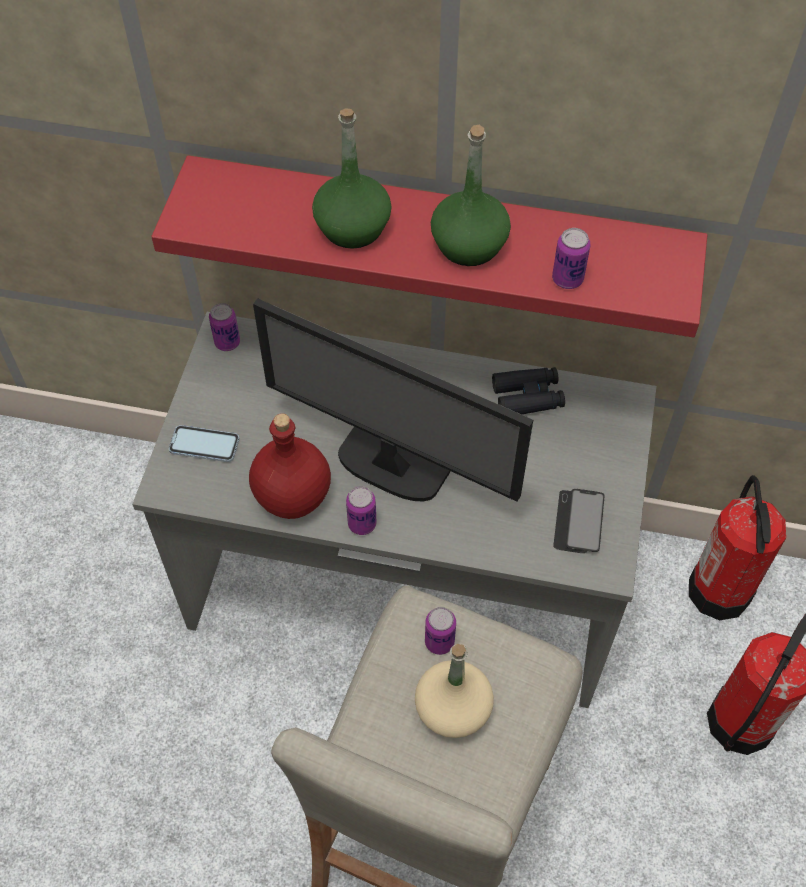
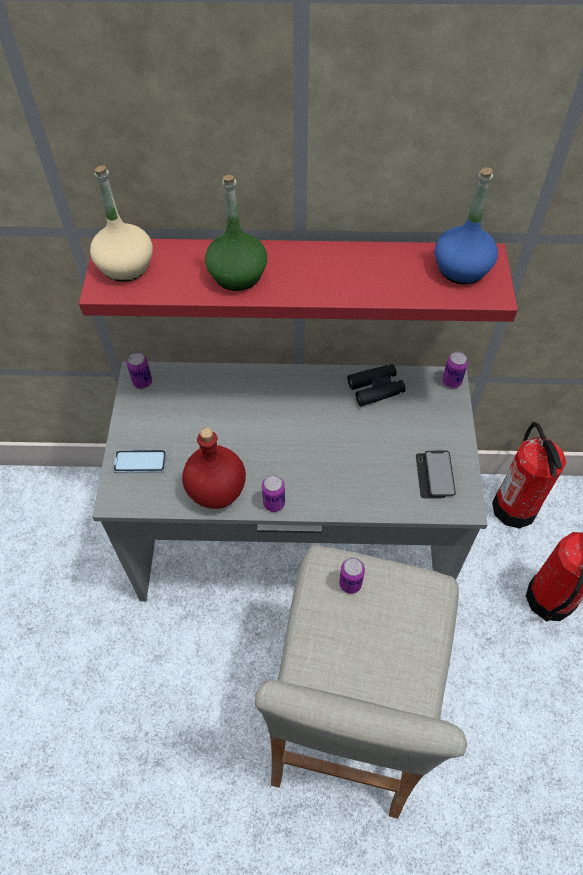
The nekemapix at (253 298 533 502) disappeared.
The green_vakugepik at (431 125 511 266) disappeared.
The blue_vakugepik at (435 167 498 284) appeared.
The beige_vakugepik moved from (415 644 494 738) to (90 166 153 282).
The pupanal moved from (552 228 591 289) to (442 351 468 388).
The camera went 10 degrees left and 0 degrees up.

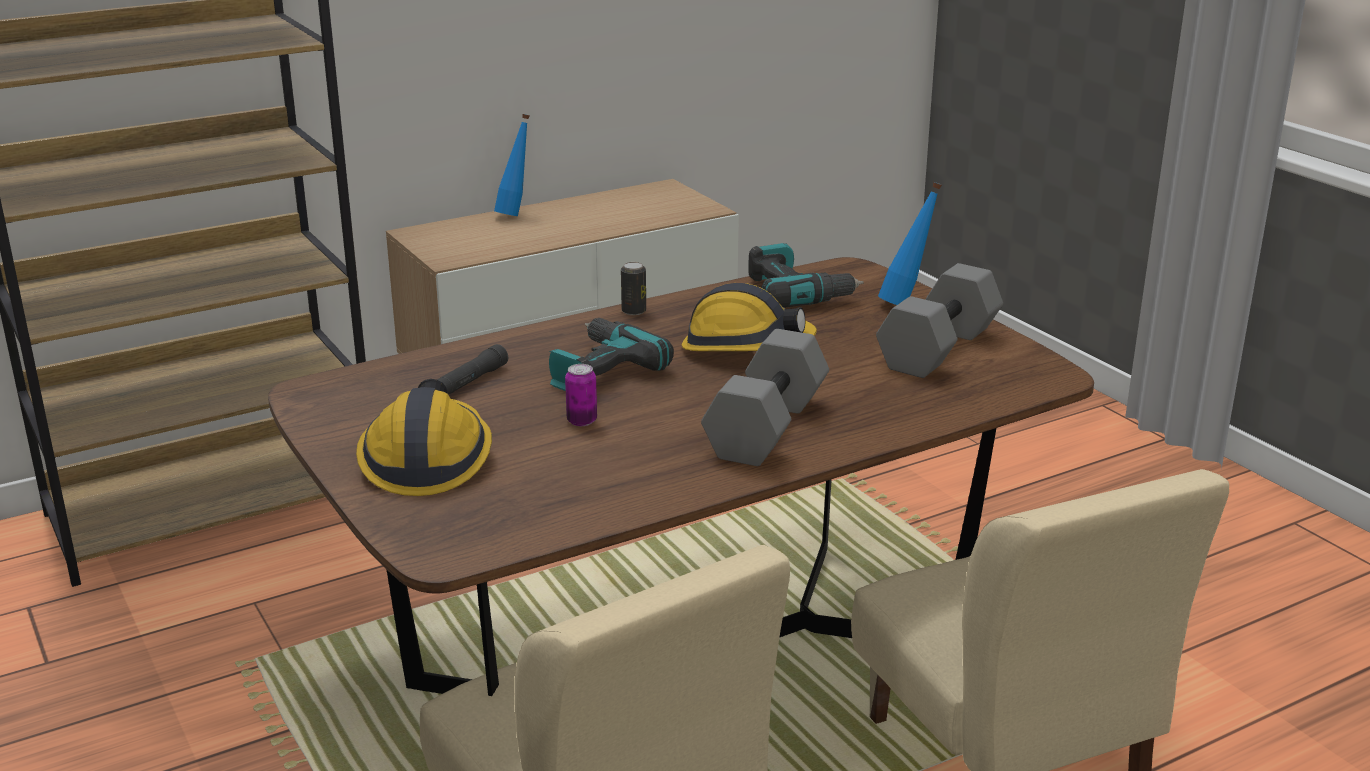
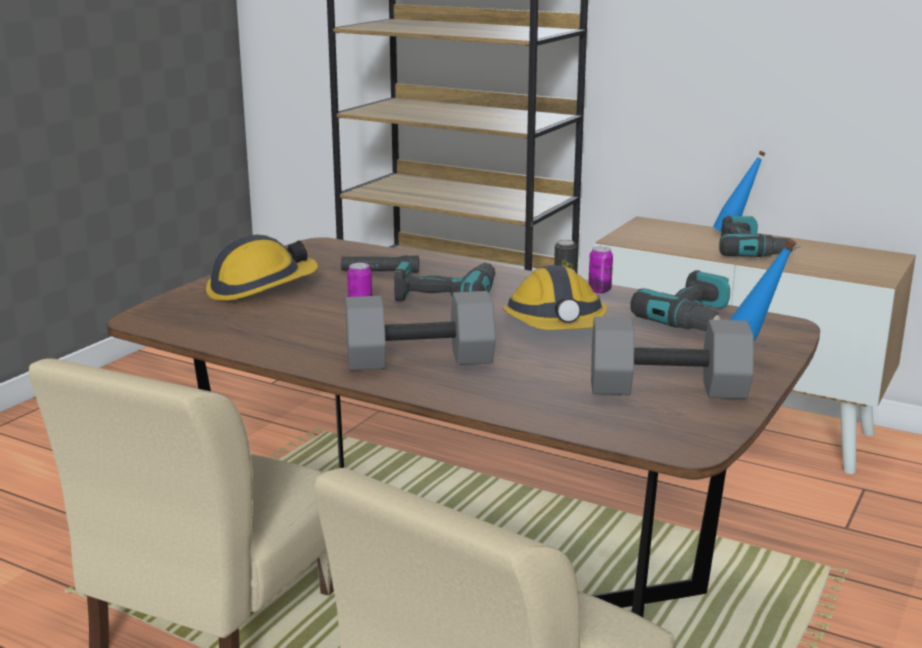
The pupanal at (588 246 613 293) appeared.
The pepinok at (719 215 801 257) appeared.
The camera went 60 degrees right and 5 degrees down.

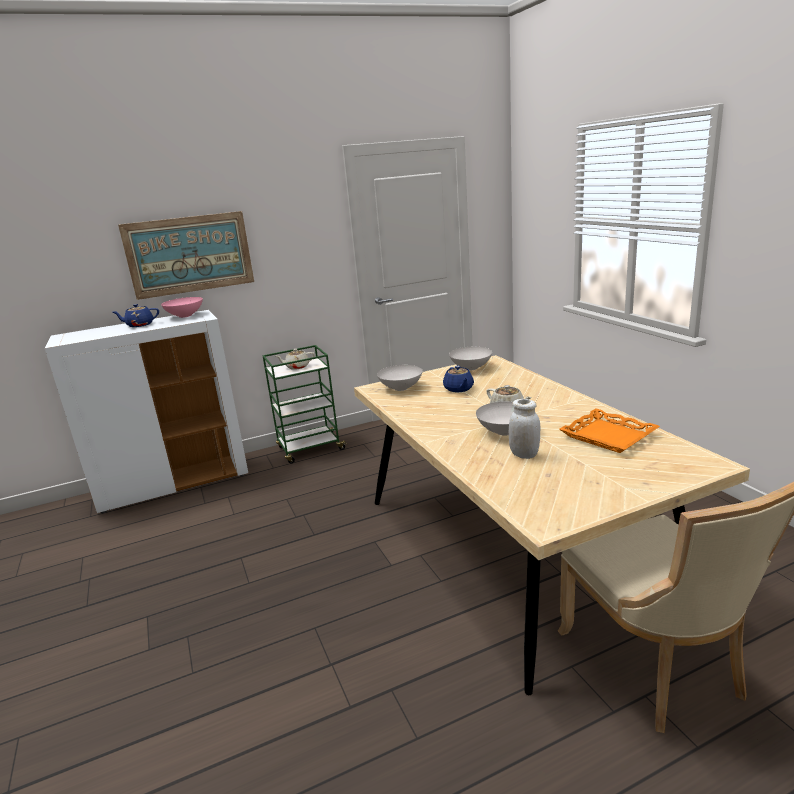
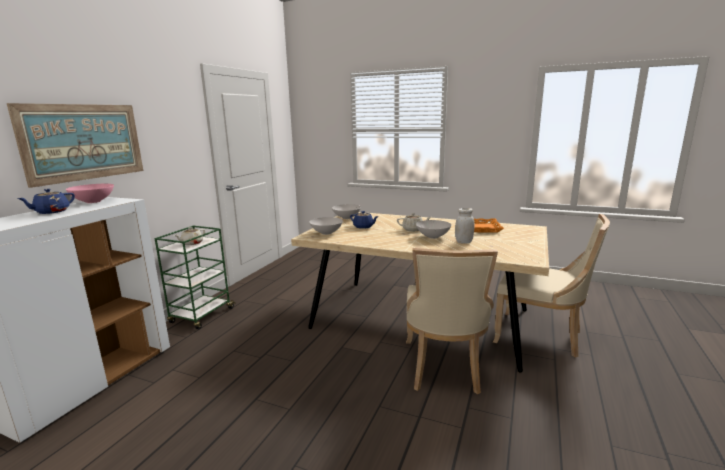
The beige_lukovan at (406 248 498 394) appeared.
The camera went 45 degrees left and 5 degrees down.

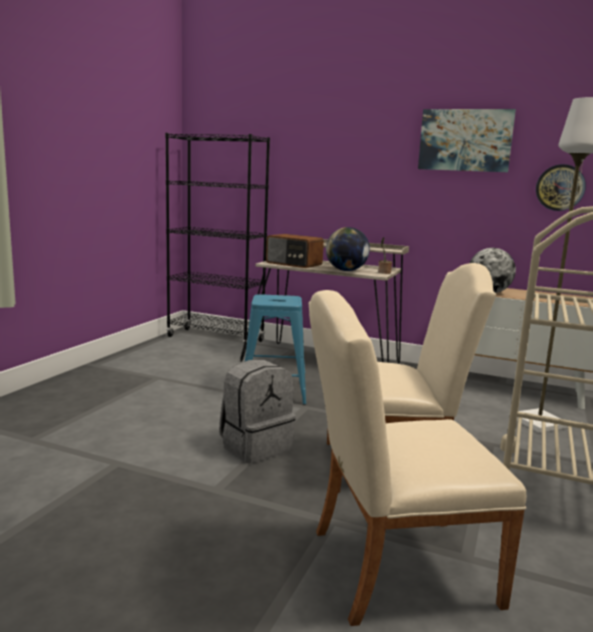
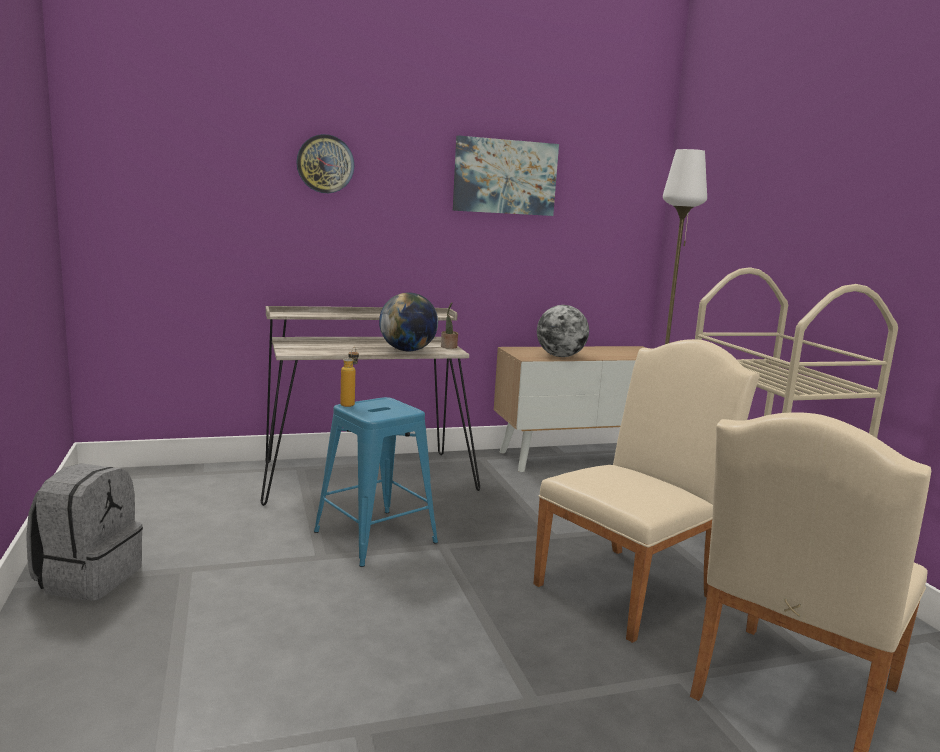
The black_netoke at (165 133 270 346) disappeared.
The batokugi at (266 234 324 268) disappeared.
The vakugepik at (340 347 359 407) appeared.
The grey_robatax moved from (219 360 295 464) to (26 463 143 601).
The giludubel moved from (536 164 586 211) to (296 134 354 193).
The camera went 40 degrees left and 0 degrees up.

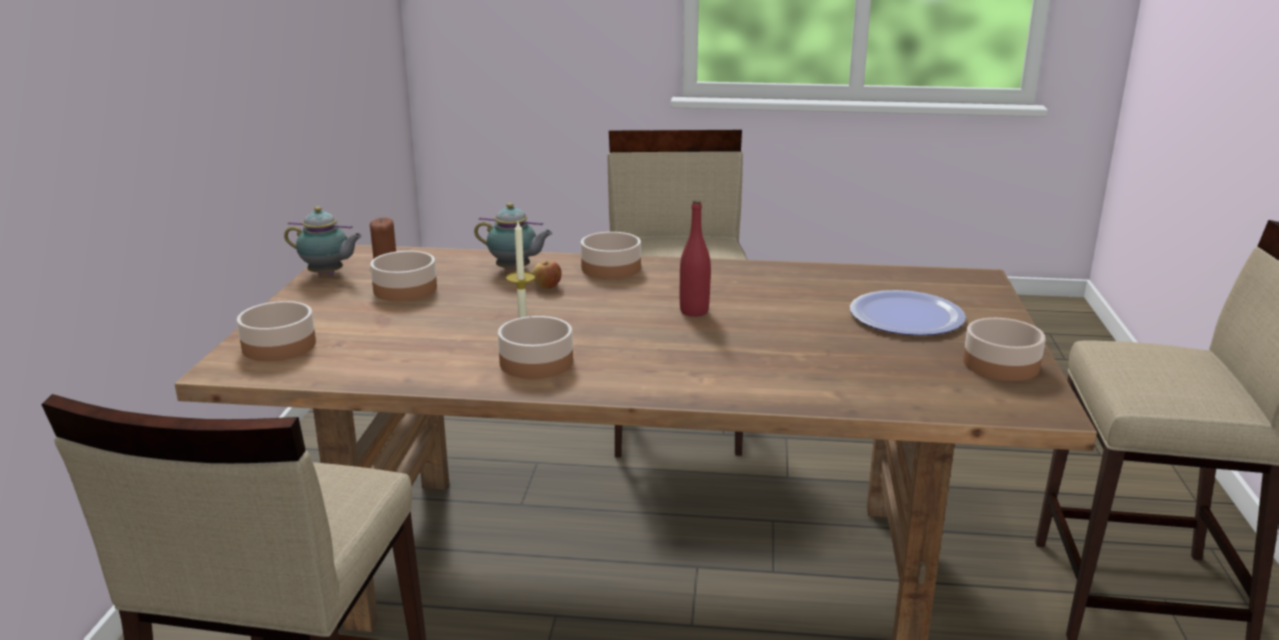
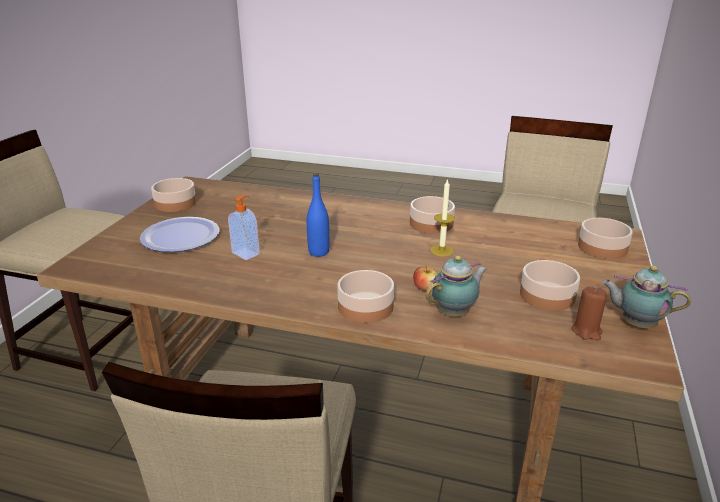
The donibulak at (228 195 260 260) appeared.
The red_vakugepik at (680 200 711 317) became the blue_vakugepik at (307 173 329 257).
The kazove at (474 203 553 270) turned 120 degrees clockwise.
The camera went 170 degrees left and 5 degrees up.

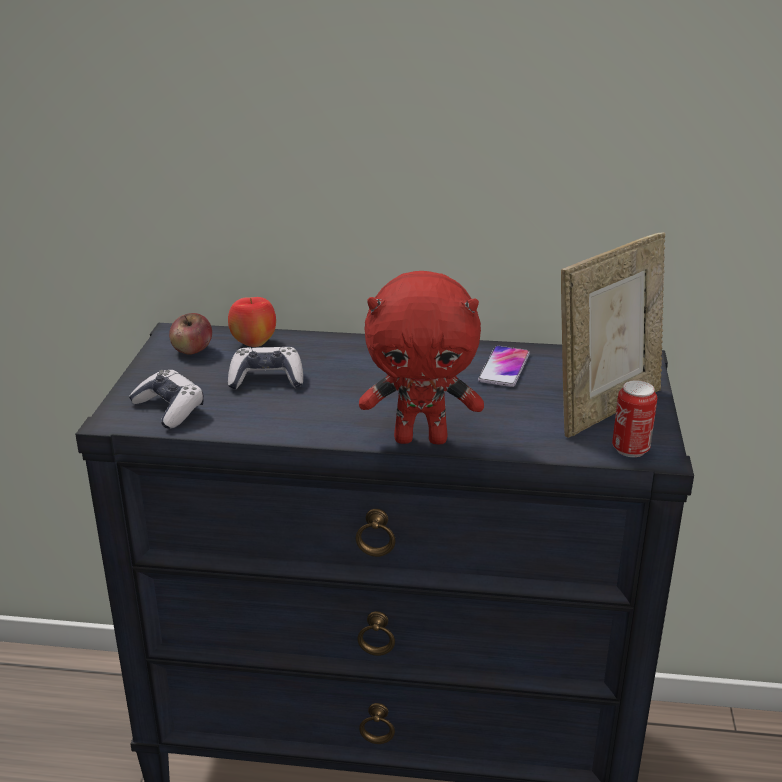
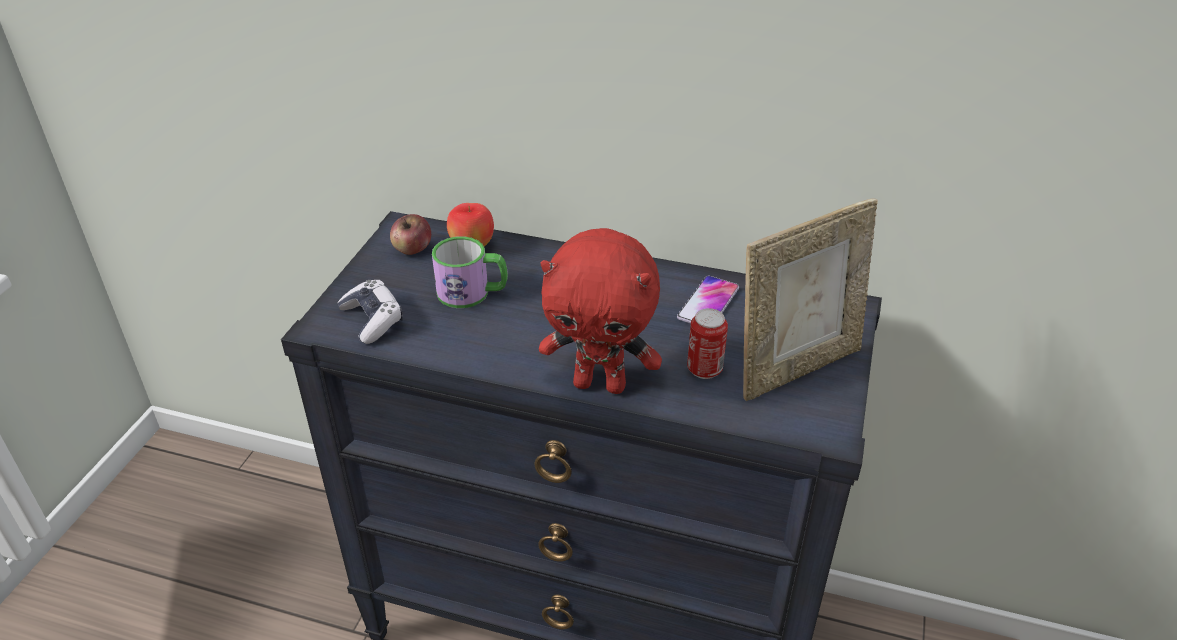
The pupanal moved from (612 380 657 457) to (687 308 728 379).
The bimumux at (228 347 303 390) was replaced by the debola at (432 236 508 308).
The camera went 10 degrees right and 10 degrees up.

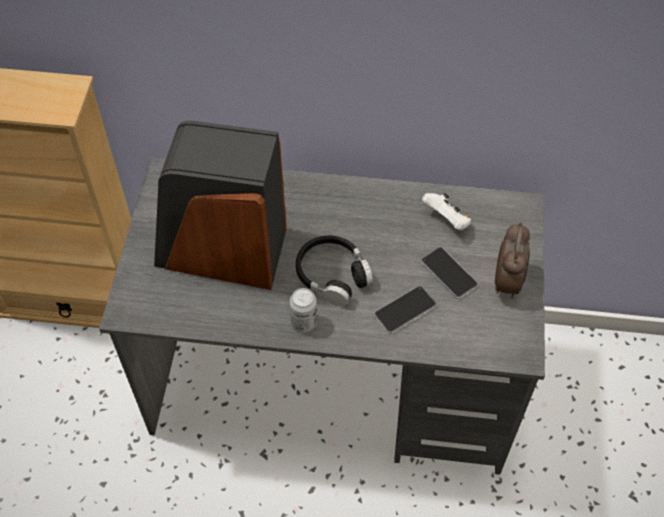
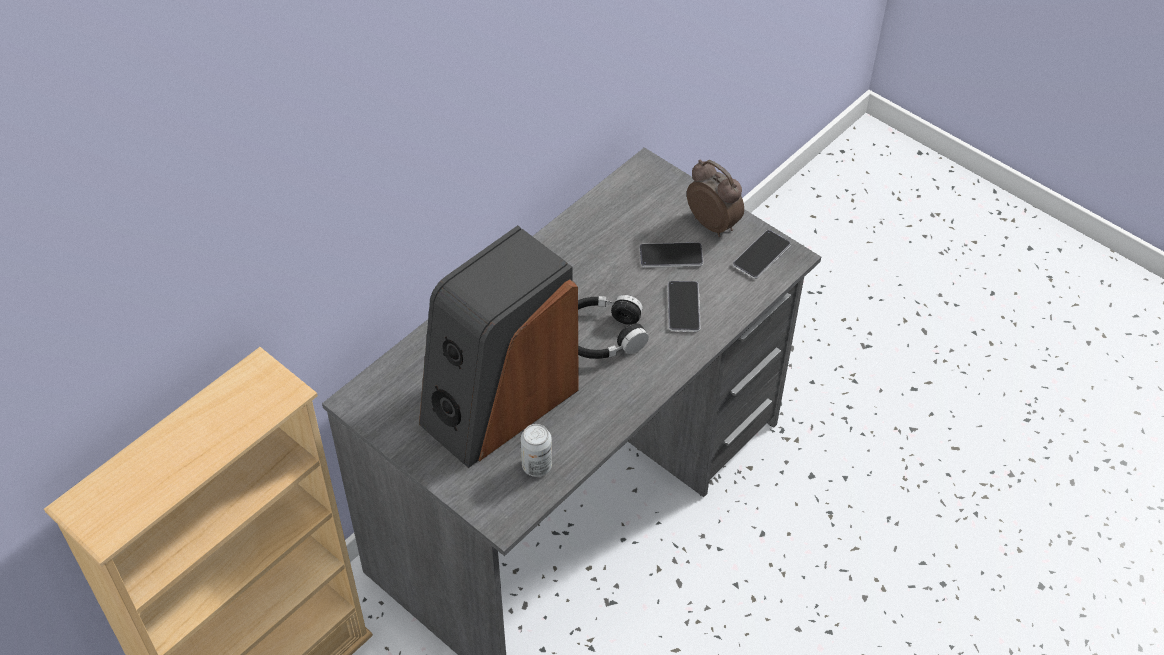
The white_bimumux at (422 193 471 230) disappeared.
The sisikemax at (733 230 791 279) appeared.
The pupanal moved from (290 288 317 332) to (521 424 552 477).
The camera went 55 degrees left and 5 degrees down.

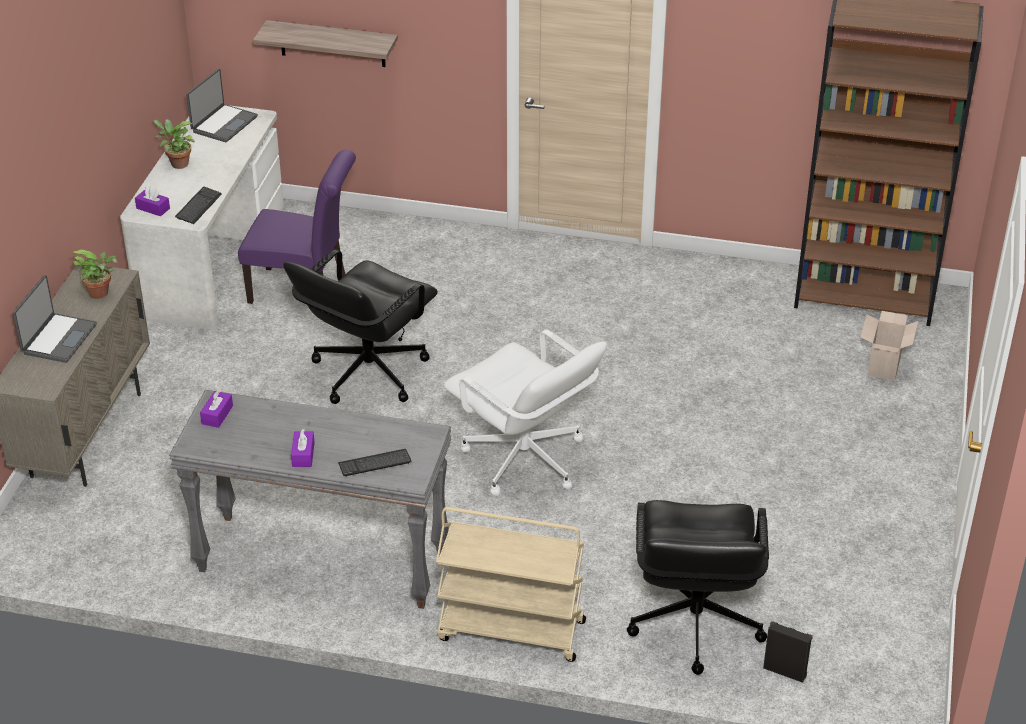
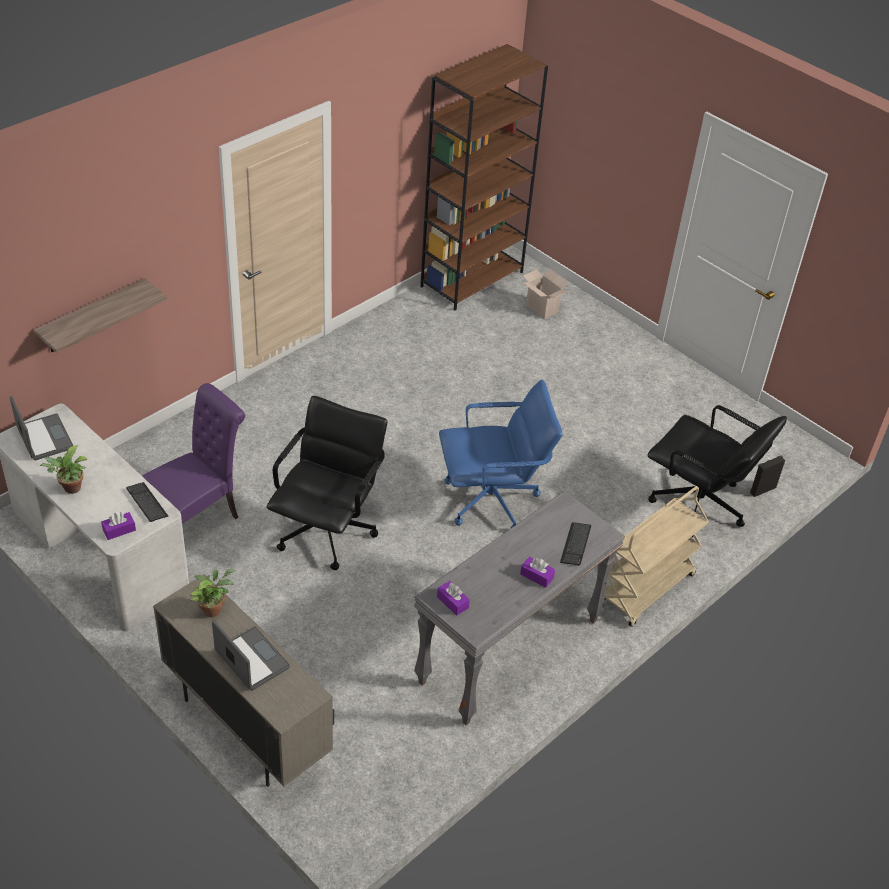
The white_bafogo at (444 329 607 496) became the blue_bafogo at (439 380 562 528).
The black_bafogo at (283 250 438 404) turned 135 degrees counterclockwise.
The camera went 60 degrees left and 5 degrees up.

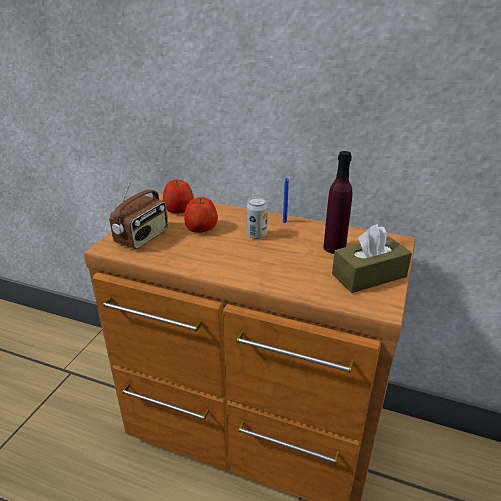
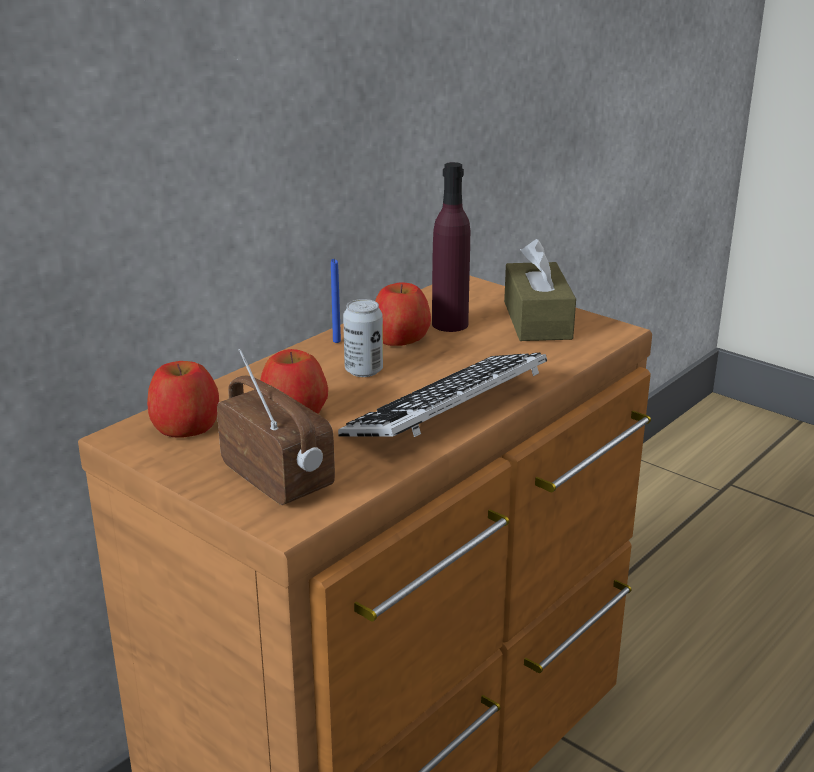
The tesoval at (338 353 547 437) appeared.
The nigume at (375 282 431 346) appeared.
The camera went 70 degrees left and 5 degrees down.

